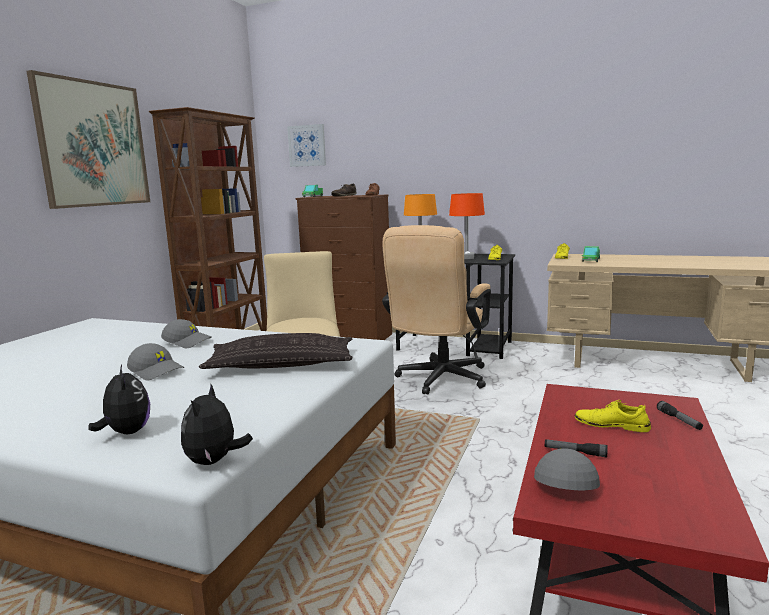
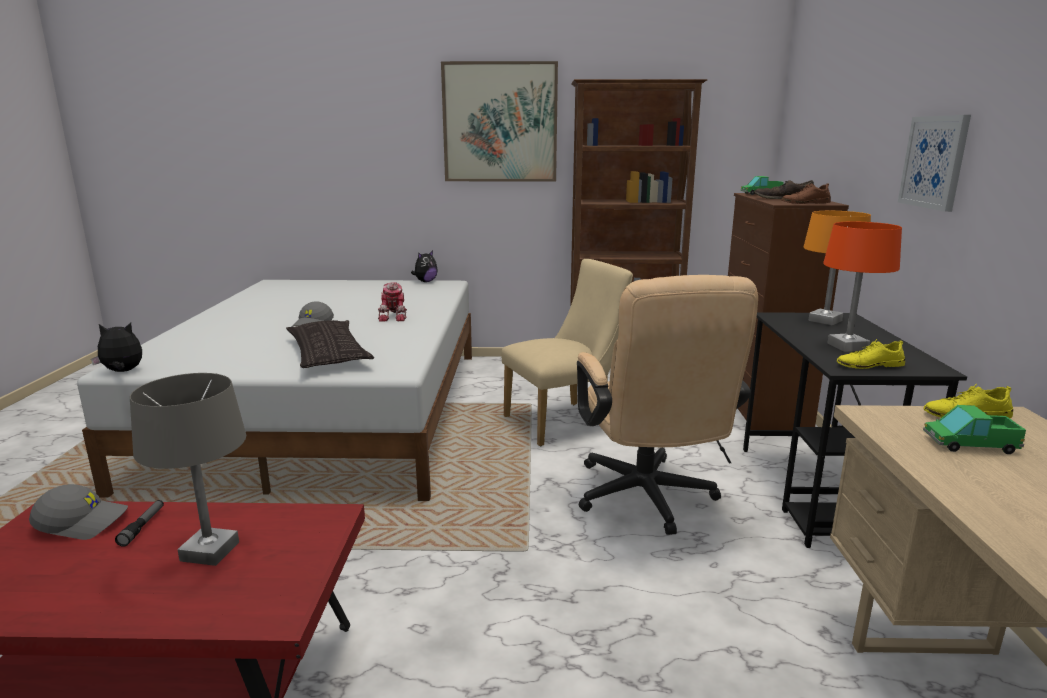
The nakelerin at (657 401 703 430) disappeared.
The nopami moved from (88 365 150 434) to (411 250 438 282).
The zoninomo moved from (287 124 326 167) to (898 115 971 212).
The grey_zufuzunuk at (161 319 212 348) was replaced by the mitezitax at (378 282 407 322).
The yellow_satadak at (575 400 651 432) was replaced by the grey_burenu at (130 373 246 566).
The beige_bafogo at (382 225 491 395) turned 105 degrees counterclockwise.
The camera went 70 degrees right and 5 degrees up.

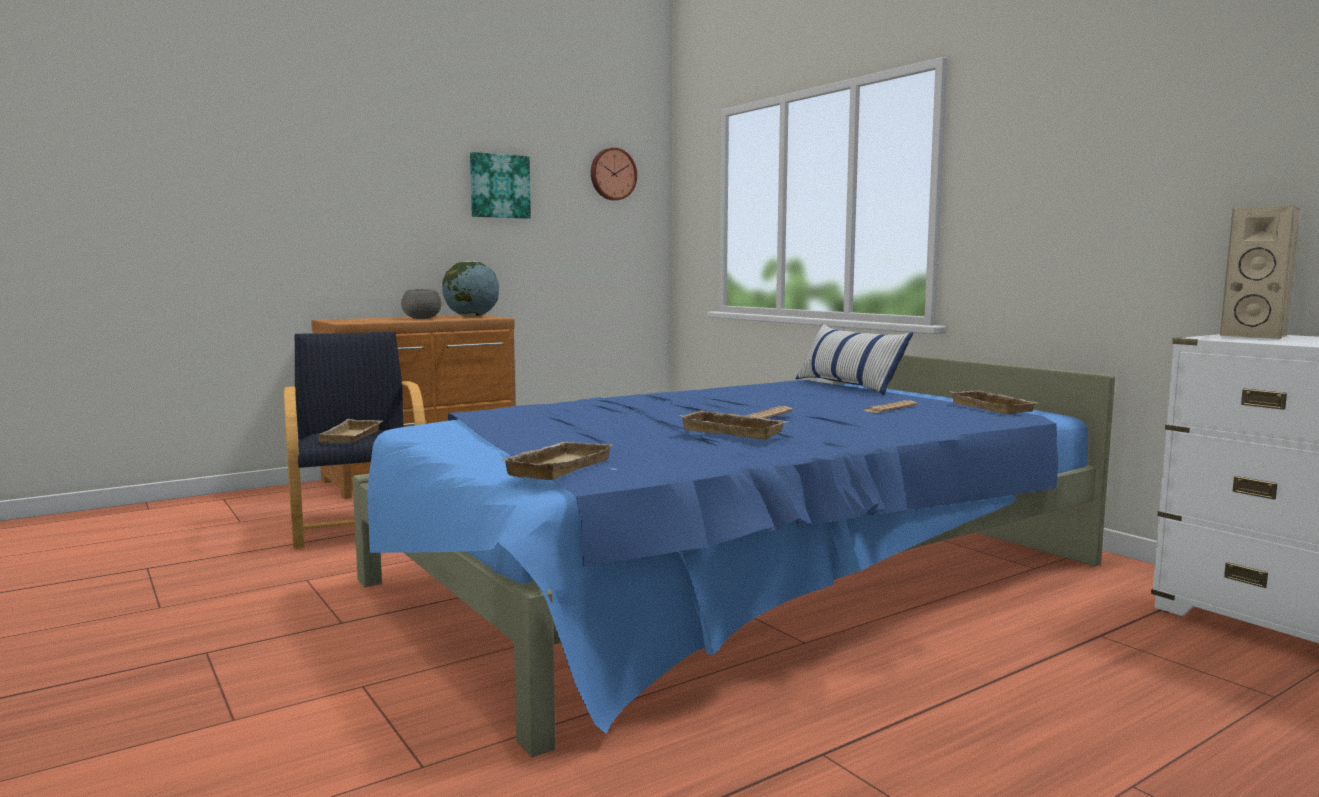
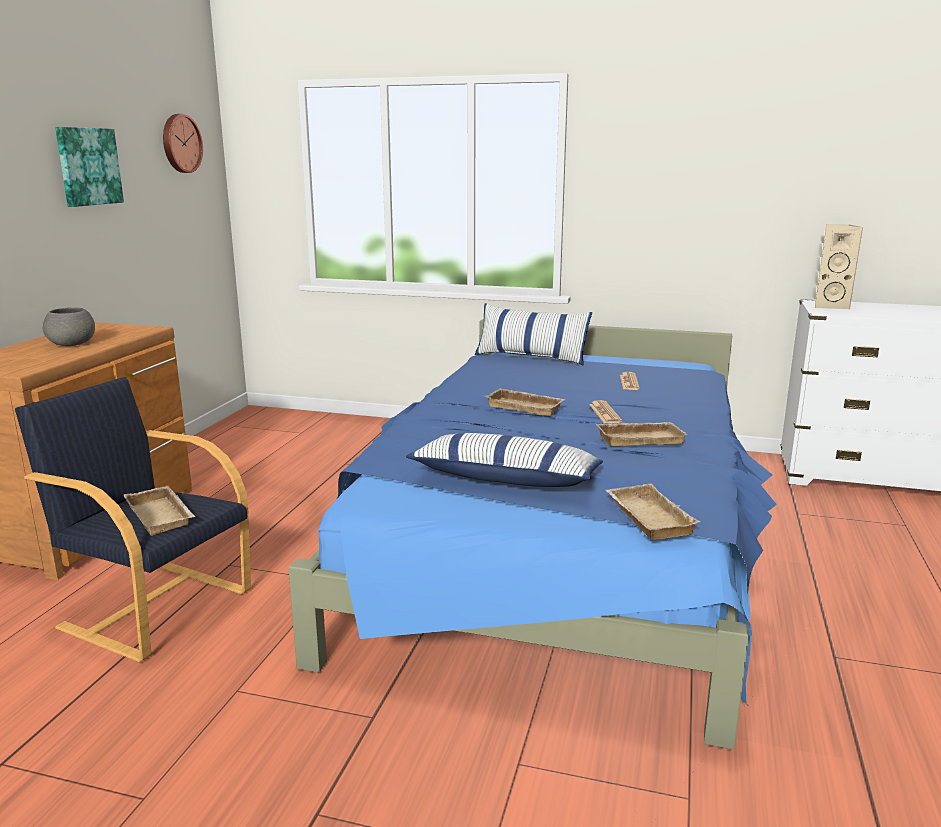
The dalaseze at (442 261 499 317) disappeared.
The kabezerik at (406 433 603 487) appeared.
The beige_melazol moved from (950 390 1037 415) to (485 388 566 416).
The camera went 40 degrees left and 10 degrees up.

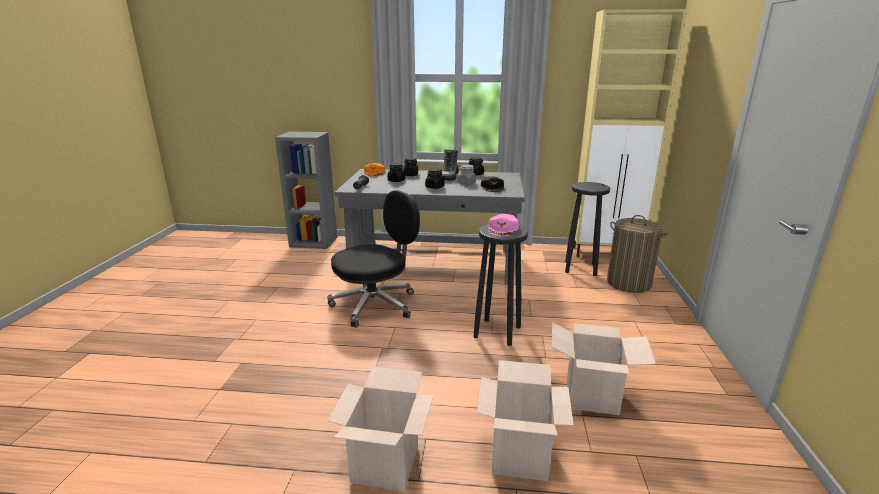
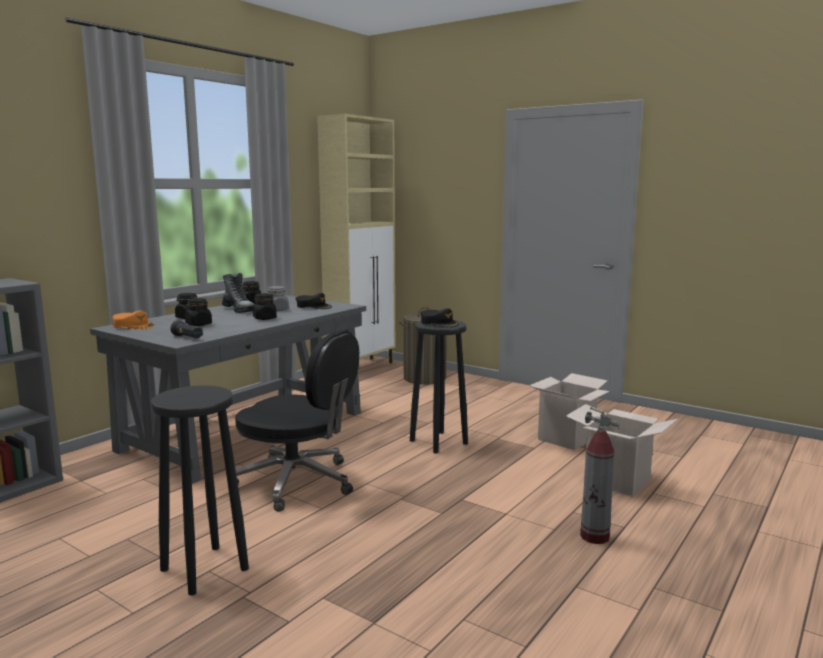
The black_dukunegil moved from (565 182 610 276) to (151 385 249 596).
The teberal at (328 366 433 491) was replaced by the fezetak at (580 407 620 544).
The pink_zufuzunuk at (488 214 519 237) became the black_zufuzunuk at (420 308 459 327).
The black_bafogo at (327 190 420 328) turned 120 degrees clockwise.
The camera went 60 degrees left and 10 degrees down.

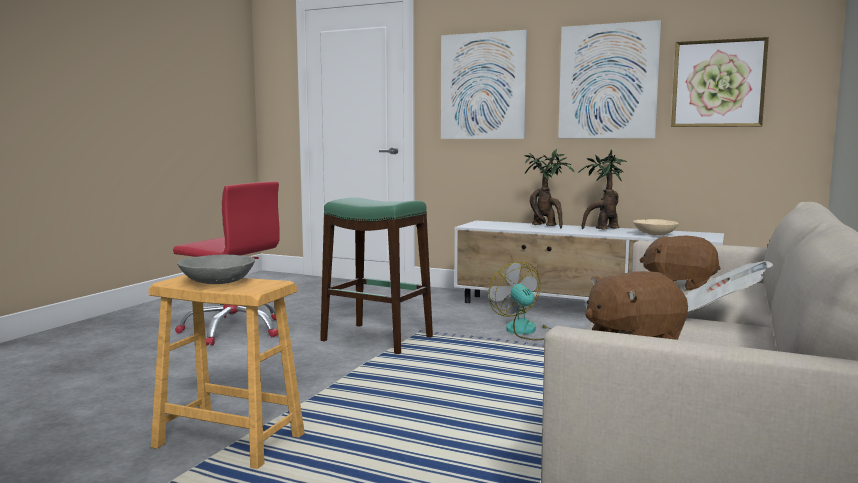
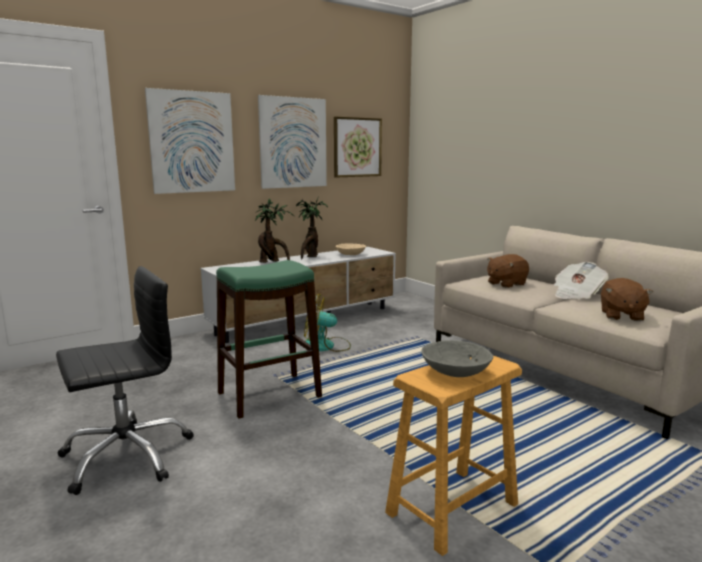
The red_bafogo at (173 181 280 346) became the black_bafogo at (56 266 193 495).
The camera went 60 degrees left and 5 degrees up.

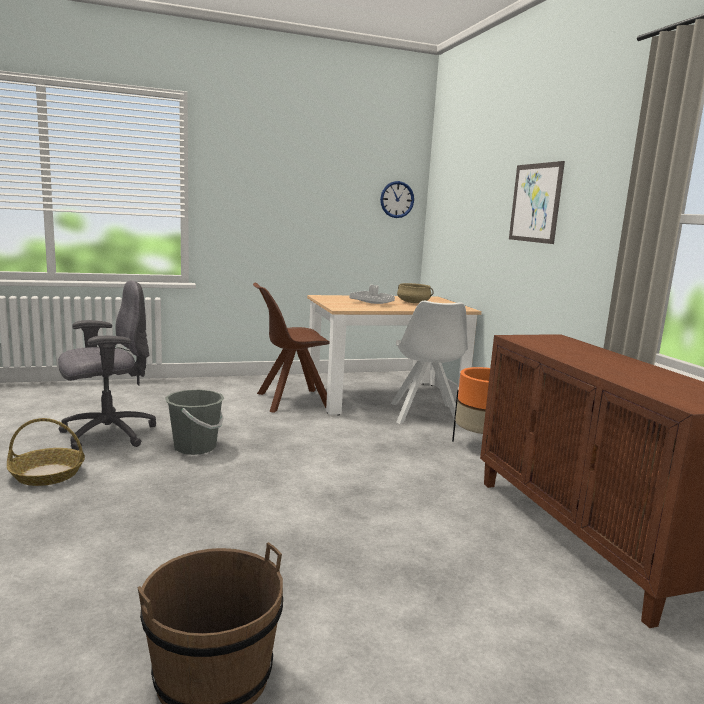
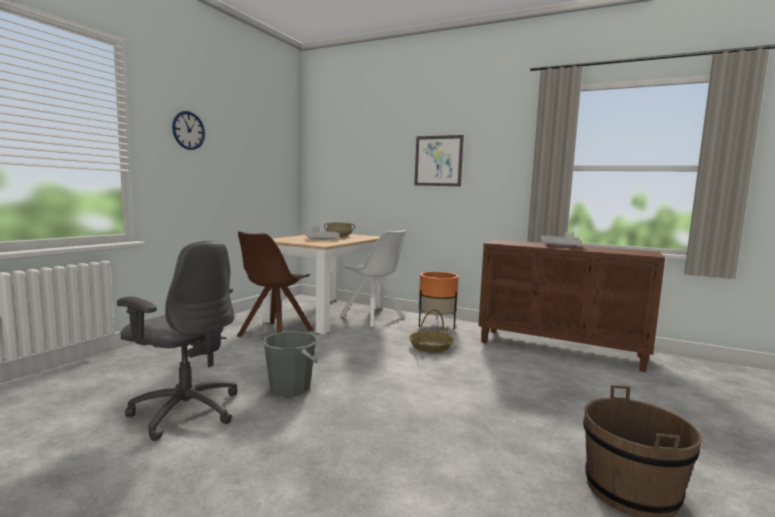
The grey_melazol at (541 232 582 247) appeared.
The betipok moved from (7 418 85 486) to (409 309 454 353).
The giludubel moved from (380 181 414 218) to (172 111 205 150).
The grey_bafogo at (58 280 156 450) turned 105 degrees clockwise.
The camera went 45 degrees left and 5 degrees down.

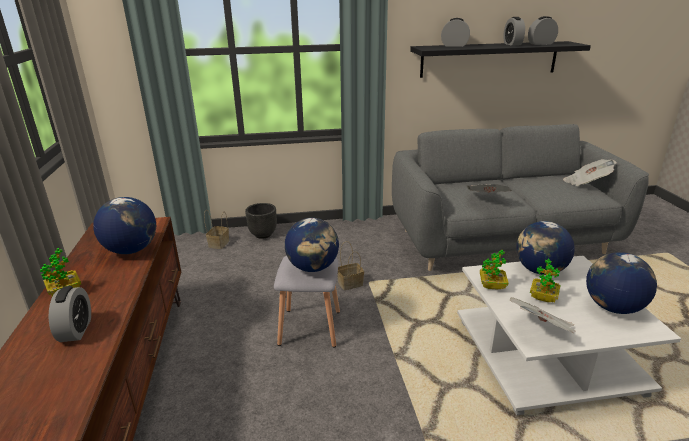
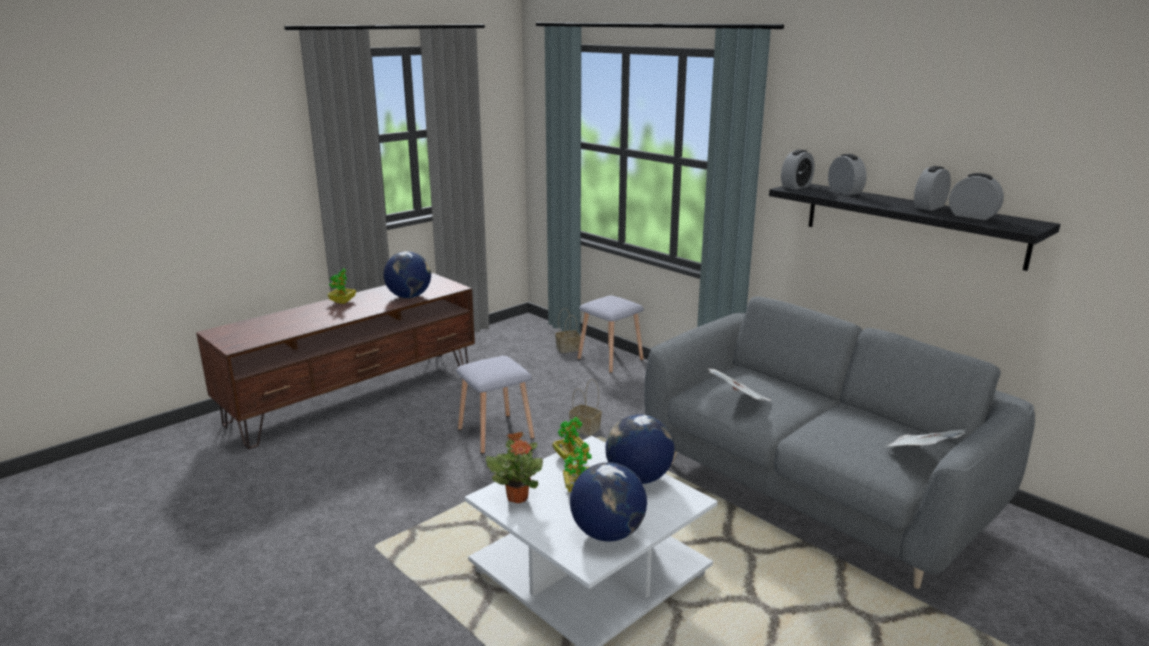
The dalaseze at (285 218 339 272) disappeared.
The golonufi moved from (49 286 91 342) to (781 149 815 190).
The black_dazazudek at (245 203 277 239) was replaced by the grey_dukunegil at (577 295 644 373).
The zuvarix at (510 297 576 333) was replaced by the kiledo at (486 432 543 503).
The camera went 55 degrees right and 5 degrees down.

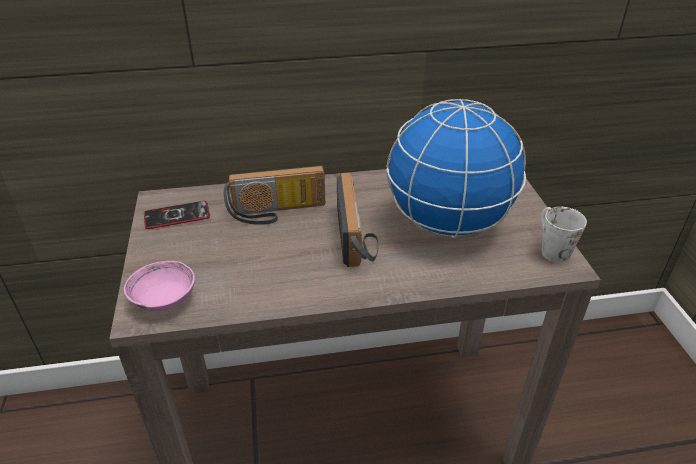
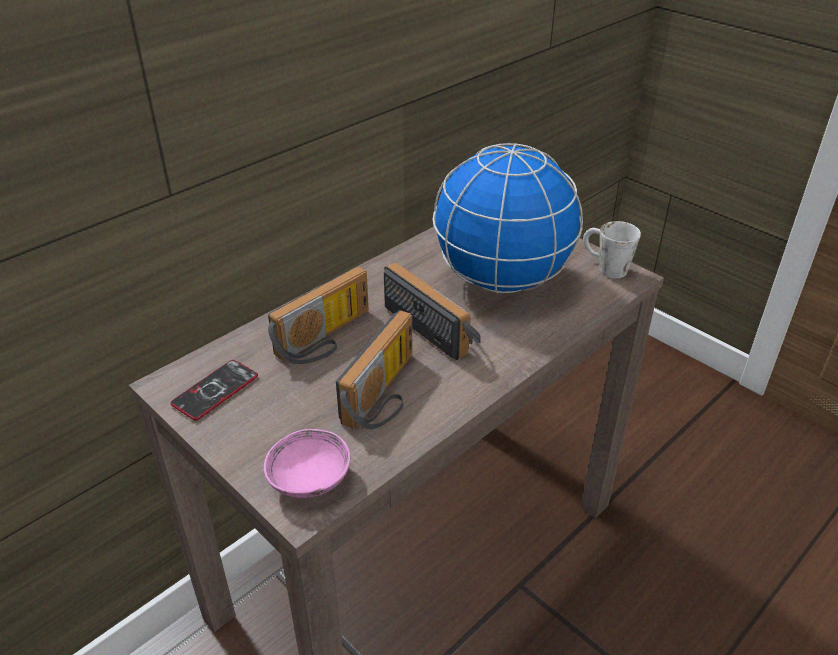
The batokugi at (336 310 412 429) appeared.
The camera went 35 degrees left and 0 degrees up.

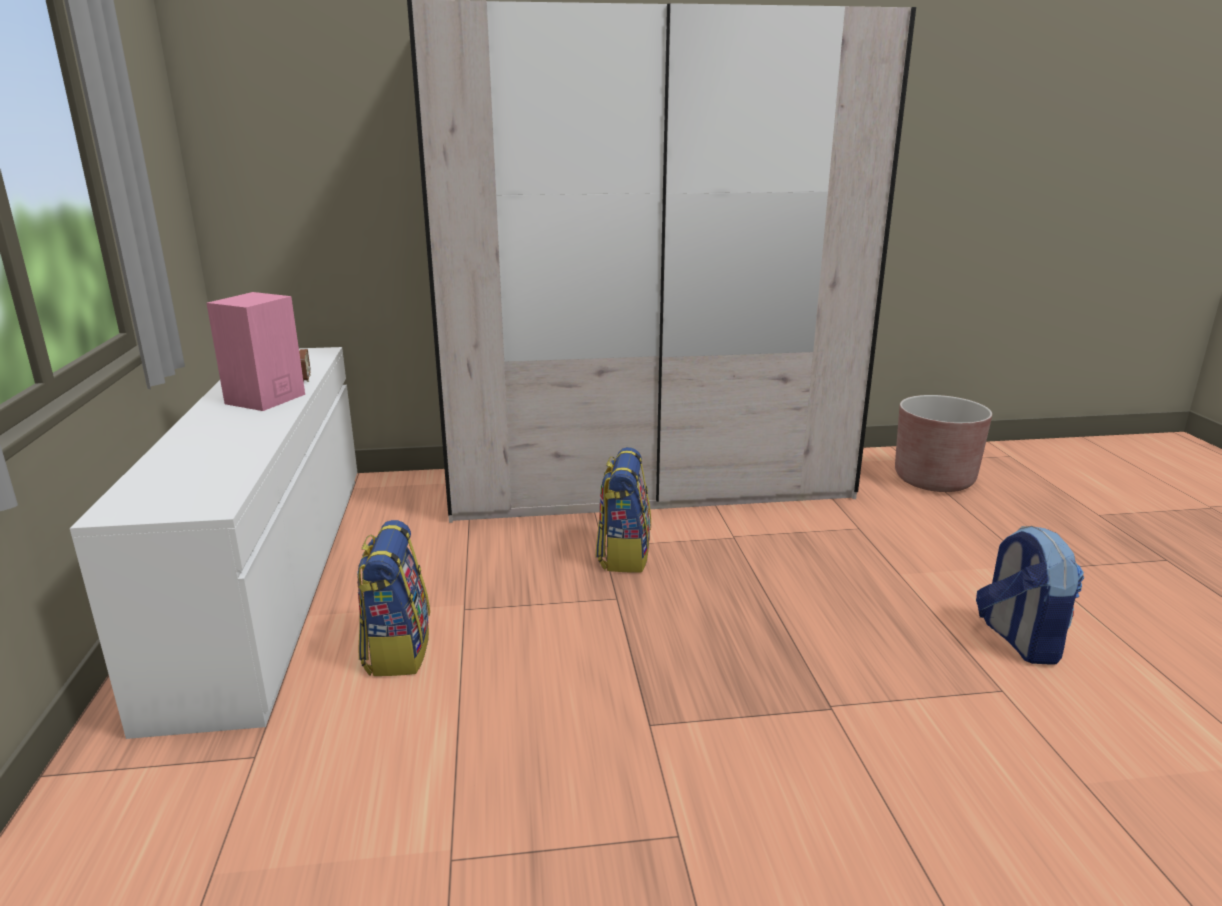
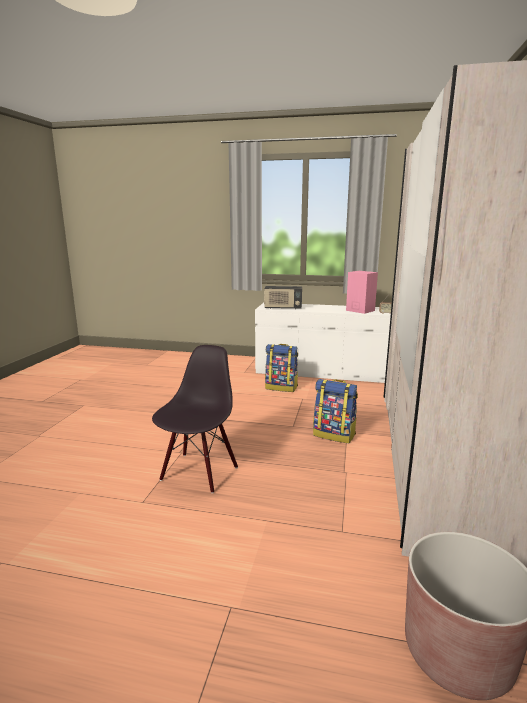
The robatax at (976 526 1084 665) disappeared.
The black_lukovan at (152 345 238 493) appeared.
The batokugi at (264 286 302 309) appeared.
The camera went 110 degrees right and 5 degrees down.

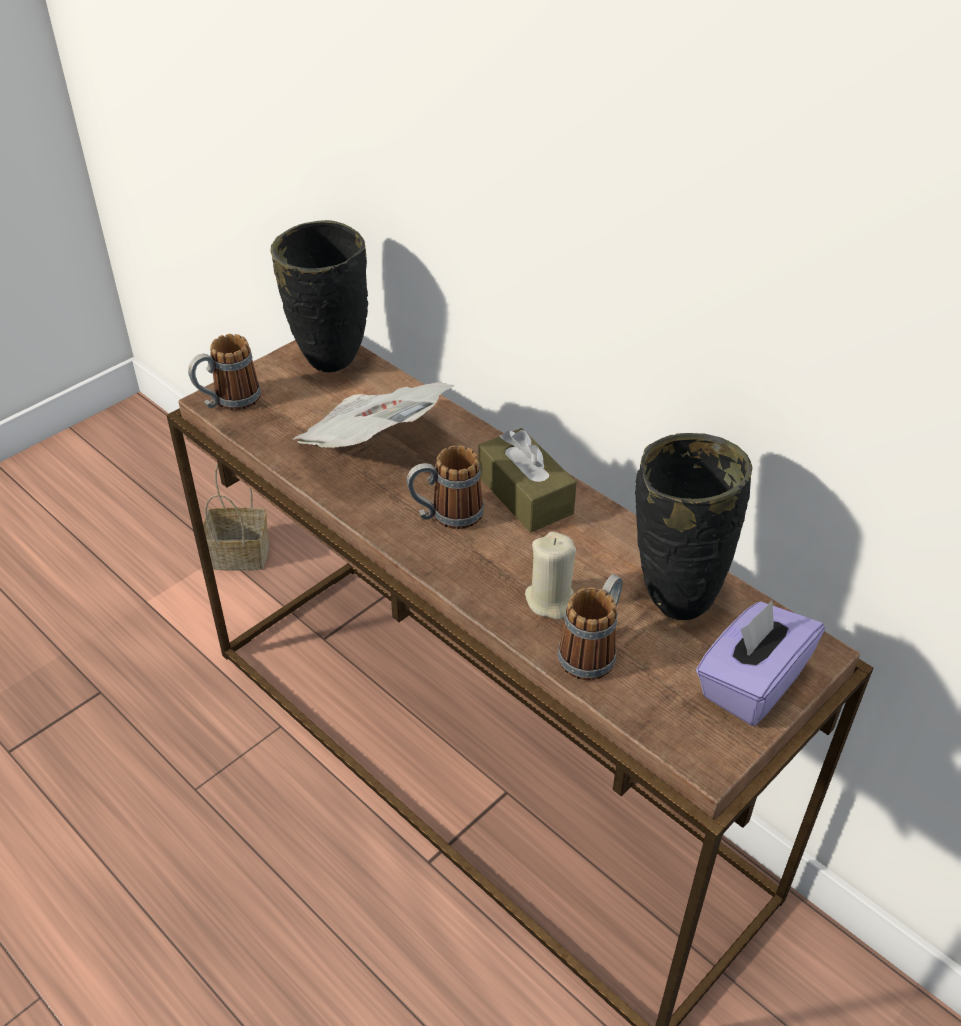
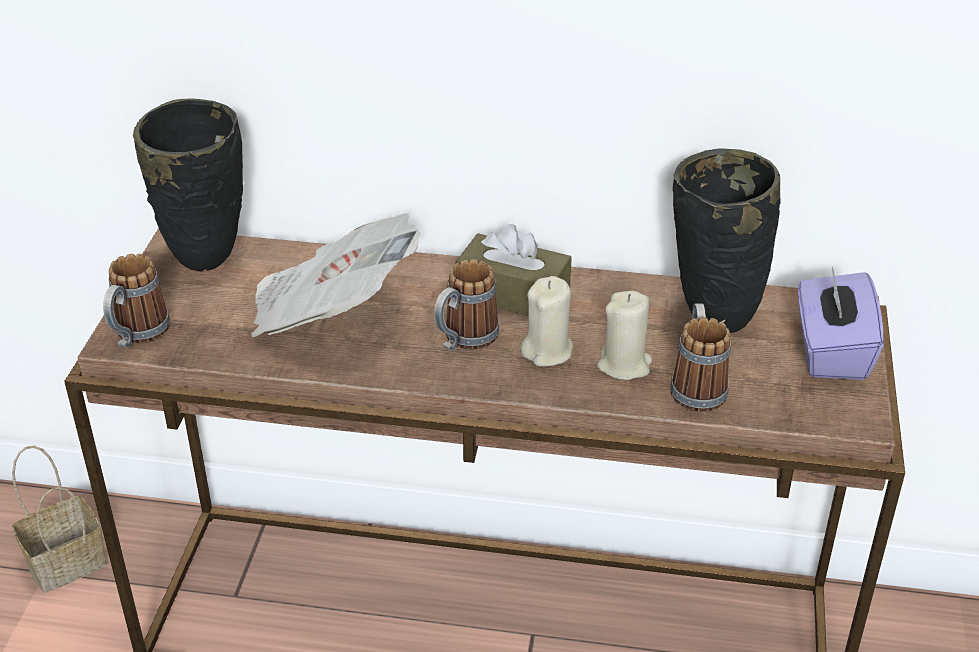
The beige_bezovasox at (520 276 573 367) appeared.
The camera went 35 degrees left and 5 degrees down.

